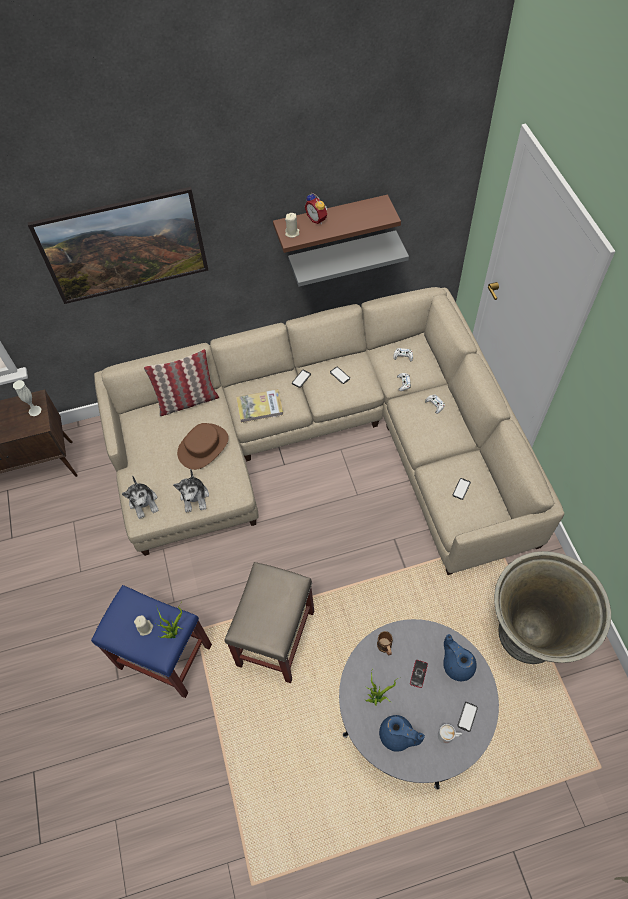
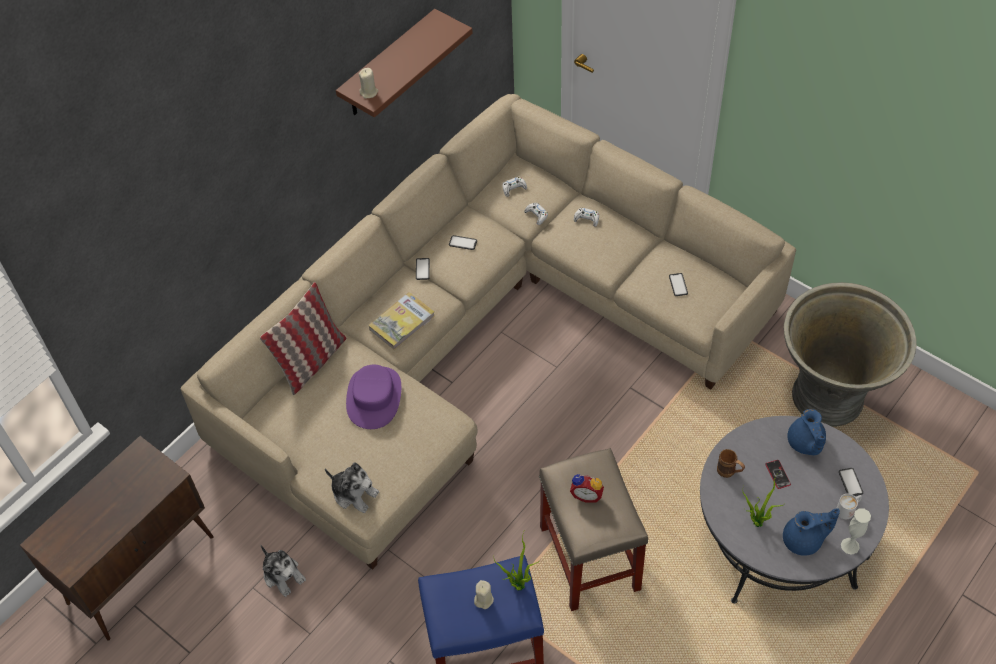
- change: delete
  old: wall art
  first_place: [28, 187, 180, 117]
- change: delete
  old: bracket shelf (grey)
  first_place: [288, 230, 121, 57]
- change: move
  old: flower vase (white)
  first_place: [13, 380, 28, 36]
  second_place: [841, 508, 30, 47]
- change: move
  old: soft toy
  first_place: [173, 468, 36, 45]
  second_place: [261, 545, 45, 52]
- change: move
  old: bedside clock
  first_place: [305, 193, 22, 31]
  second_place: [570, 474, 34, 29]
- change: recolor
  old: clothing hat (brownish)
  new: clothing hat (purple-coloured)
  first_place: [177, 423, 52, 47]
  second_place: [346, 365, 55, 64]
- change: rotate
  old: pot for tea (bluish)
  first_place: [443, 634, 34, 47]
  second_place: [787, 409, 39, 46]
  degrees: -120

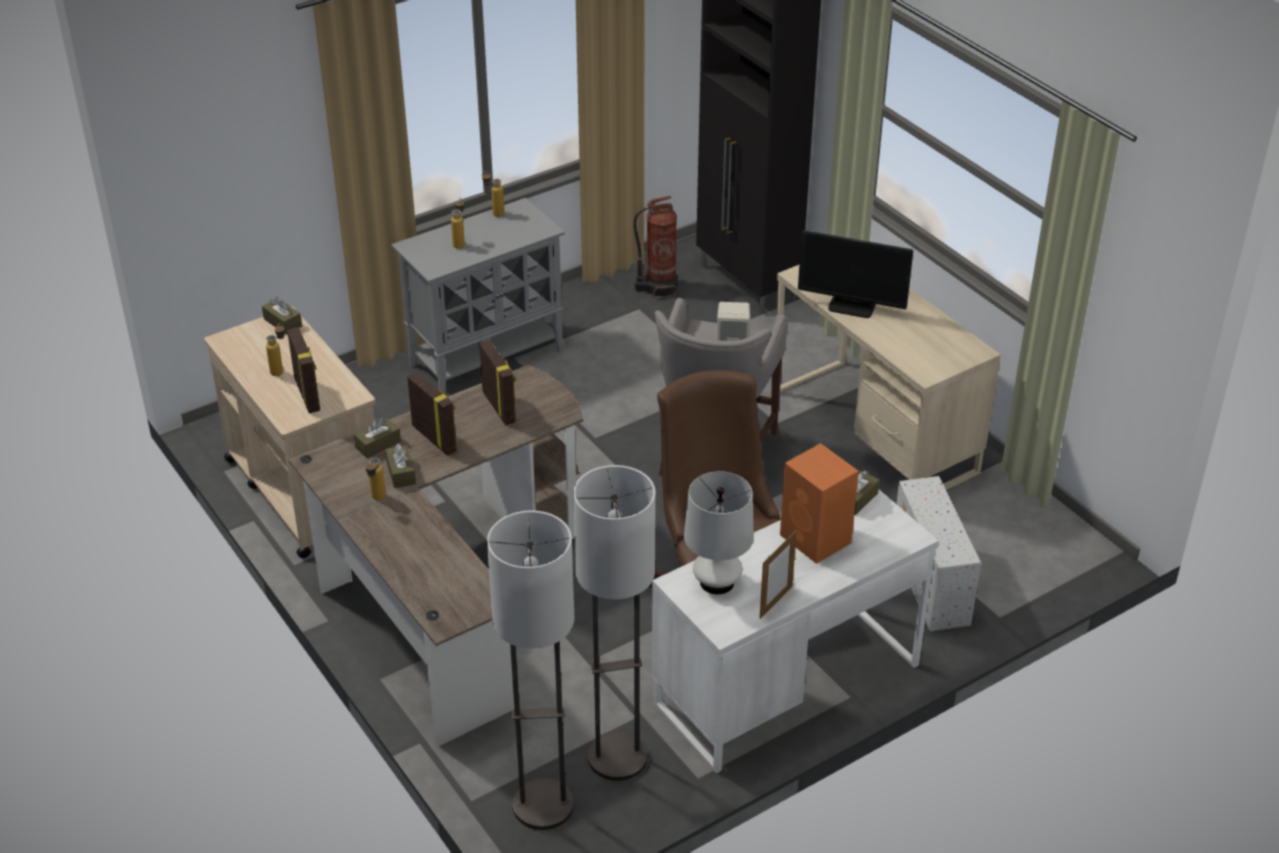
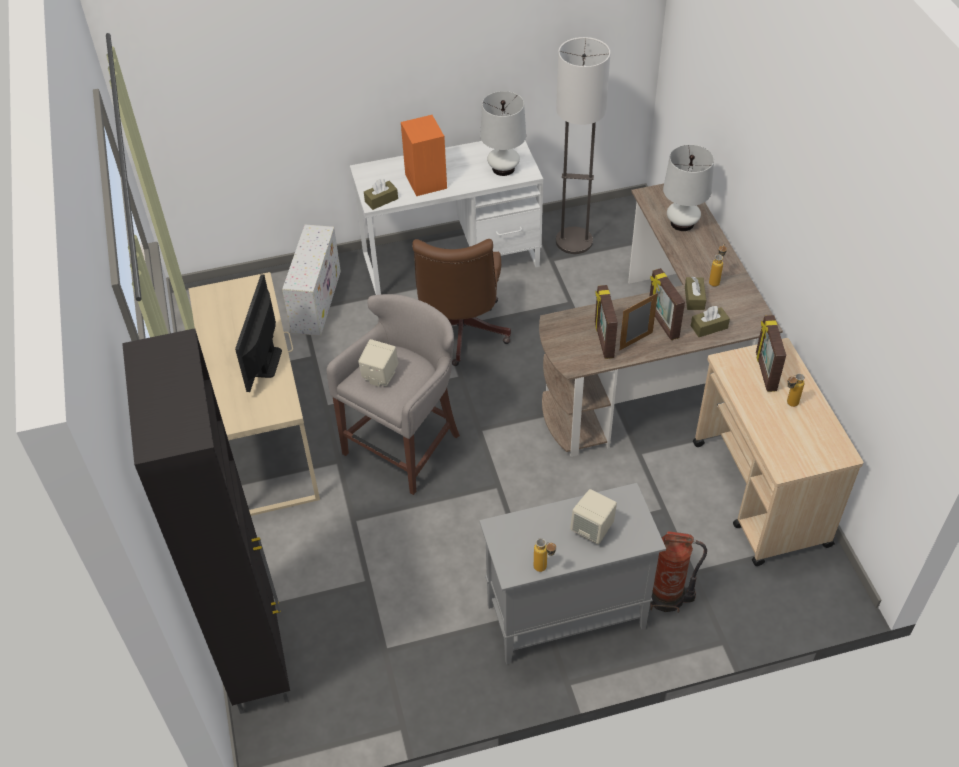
- change: delete
  old: box of tissues (brownish)
  first_place: [262, 297, 40, 38]
- change: delete
  old: standard lamp
  first_place: [487, 510, 87, 320]
- change: insert
  new: tabletop lamp (white)
  second_place: [663, 145, 51, 86]
- change: move
  old: fire extinguisher
  first_place: [633, 196, 46, 101]
  second_place: [650, 531, 57, 82]
- change: move
  old: photo frame
  first_place: [760, 531, 37, 88]
  second_place: [619, 293, 39, 58]
- change: replace
  old: drink bottle
  new: loudspeaker (sand-coloured)
  first_place: [451, 198, 14, 51]
  second_place: [570, 489, 47, 56]
- change: rotate
  old: computer screen
  first_place: [798, 230, 115, 88]
  second_place: [235, 274, 47, 118]
  degrees: -120

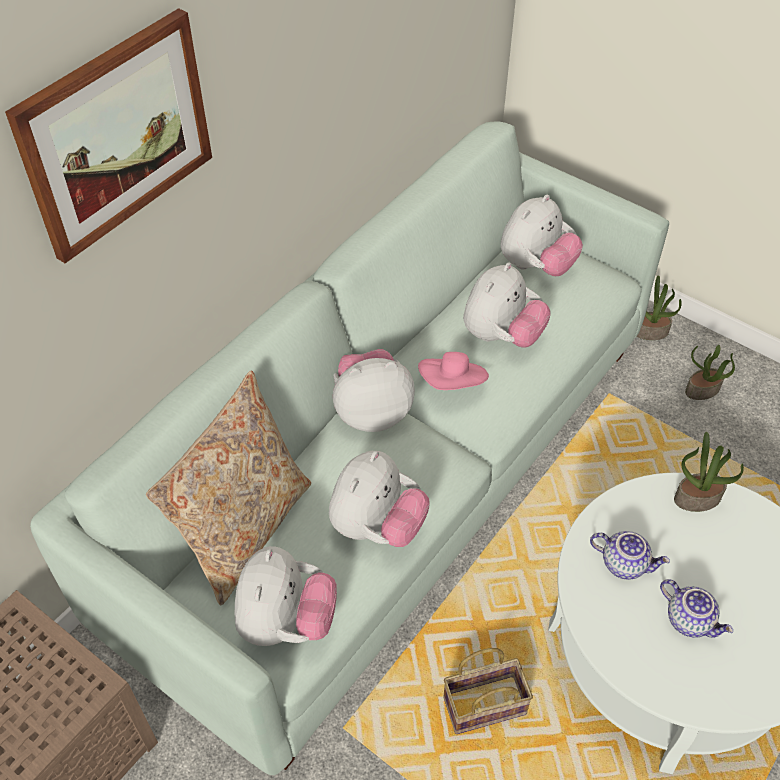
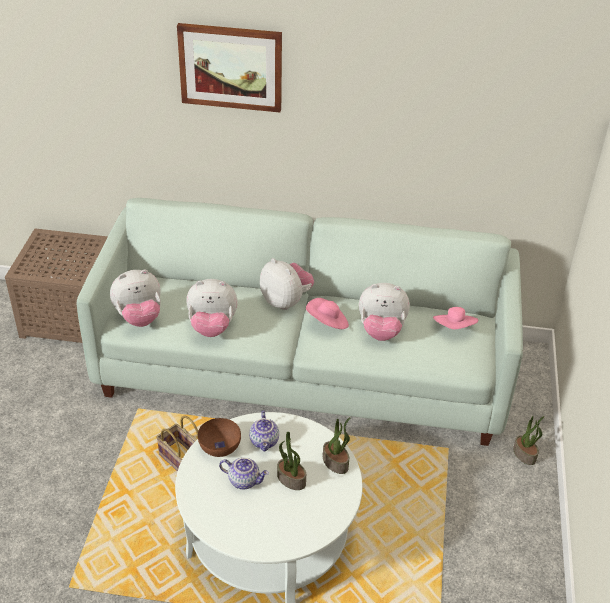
- change: delete
  old: throw pillow (sand-coloured)
  first_place: [146, 370, 165, 235]
- change: insert
  new: bowl (brownish)
  second_place: [198, 418, 43, 39]
- change: move
  old: plant in a pot
  first_place: [685, 345, 50, 55]
  second_place: [277, 432, 29, 58]
- change: replace
  old: soft toy
  new: clothing hat (pink)
  first_place: [501, 195, 82, 81]
  second_place: [433, 307, 45, 22]
- change: rotate
  old: pot for tea
  first_place: [660, 579, 73, 59]
  second_place: [219, 458, 50, 31]
  degrees: -90

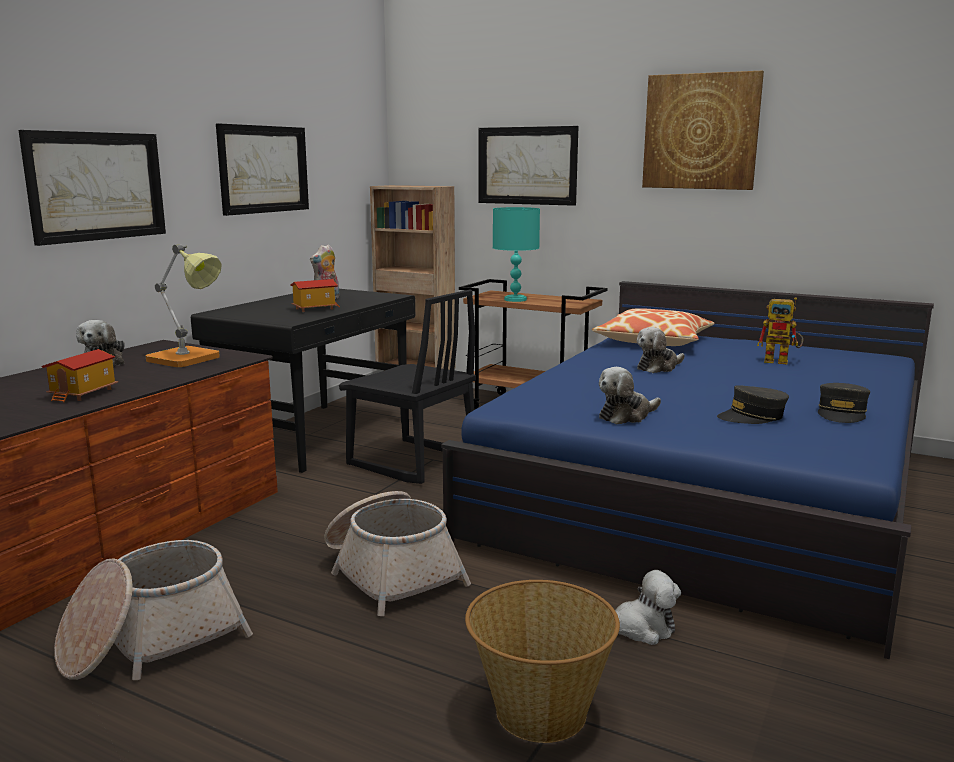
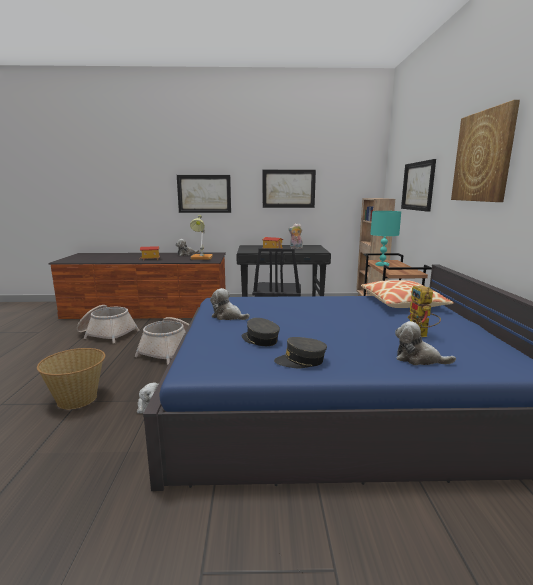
- change: move
  old: soft toy
  first_place: [637, 327, 48, 46]
  second_place: [395, 321, 61, 44]

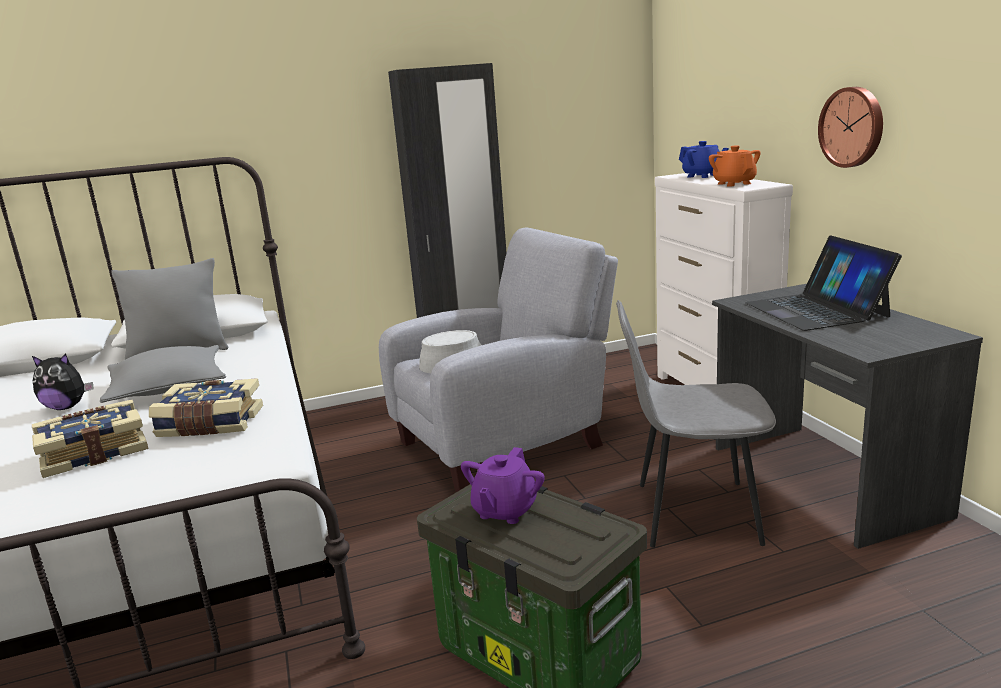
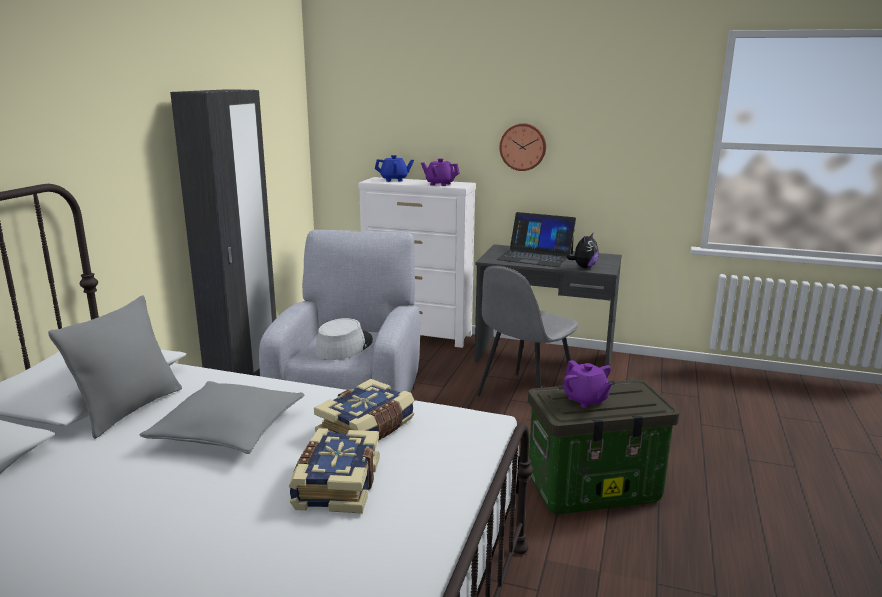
- change: move
  old: soft toy
  first_place: [32, 353, 62, 57]
  second_place: [566, 232, 33, 36]
- change: recolor
  old: pot for tea (orange)
  new: pot for tea (purple-coloured)
  first_place: [709, 146, 51, 40]
  second_place: [421, 158, 39, 28]

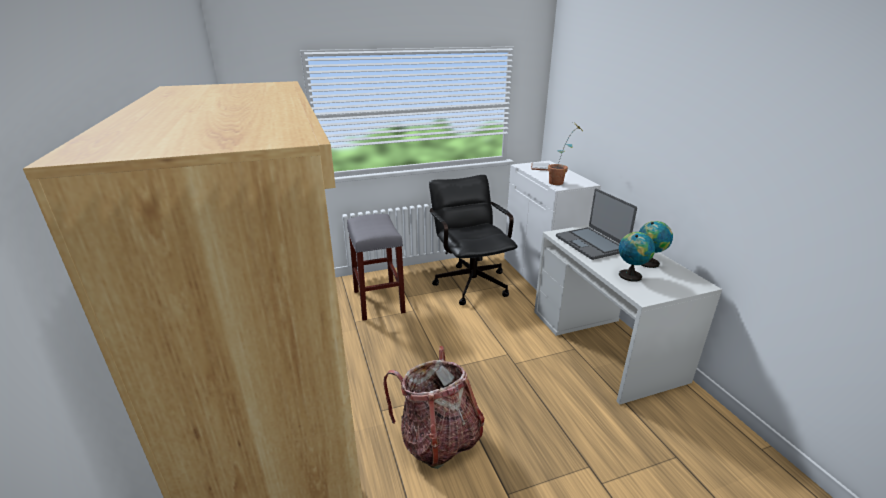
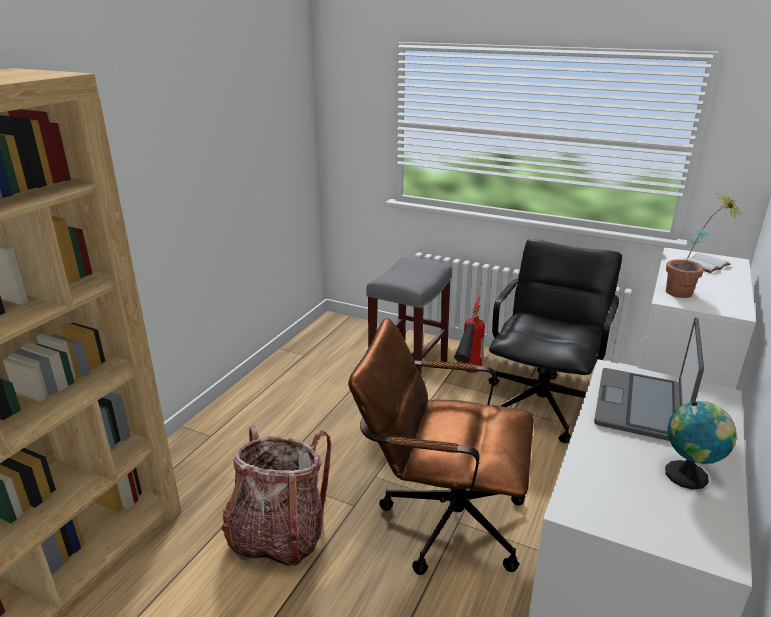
- change: delete
  old: globe
  first_place: [619, 232, 36, 49]
- change: insert
  new: office chair (brownish)
  second_place: [348, 318, 186, 257]
- change: insert
  new: fire extinguisher
  second_place: [454, 296, 31, 77]

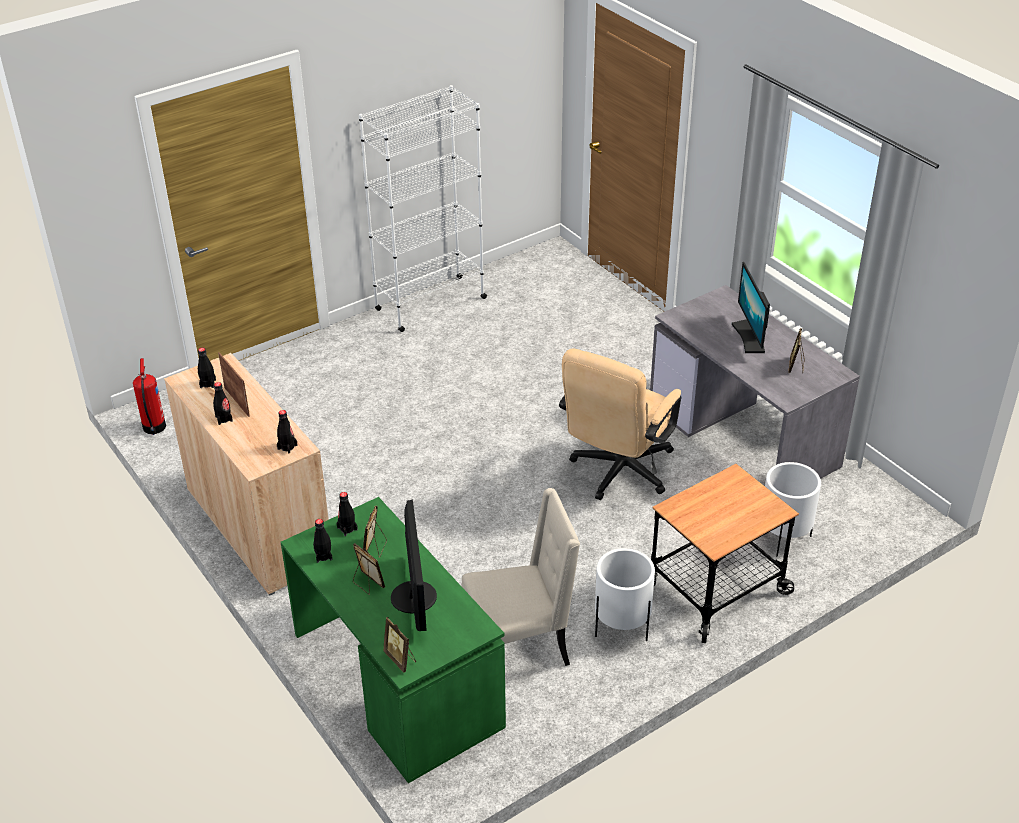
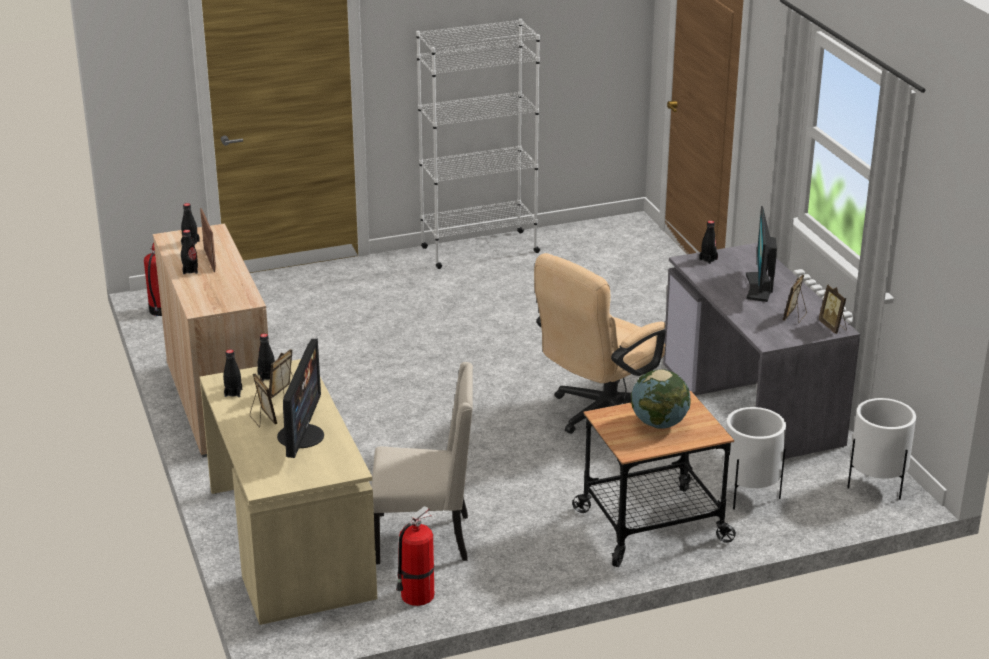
- change: insert
  new: fire extinguisher
  second_place: [396, 506, 38, 100]
- change: insert
  new: globe
  second_place: [631, 369, 60, 60]
- change: move
  old: drink bottle (blackish)
  first_place: [277, 410, 20, 43]
  second_place: [699, 221, 19, 43]
- change: move
  old: photo frame
  first_place: [383, 617, 33, 55]
  second_place: [818, 285, 29, 49]
- change: move
  old: planter (white)
  first_place: [595, 548, 60, 93]
  second_place: [847, 398, 69, 102]
- change: recolor
  old: desk unit (green)
  new: desk unit (sand-coloured)
  first_place: [281, 497, 225, 286]
  second_place: [200, 359, 177, 266]

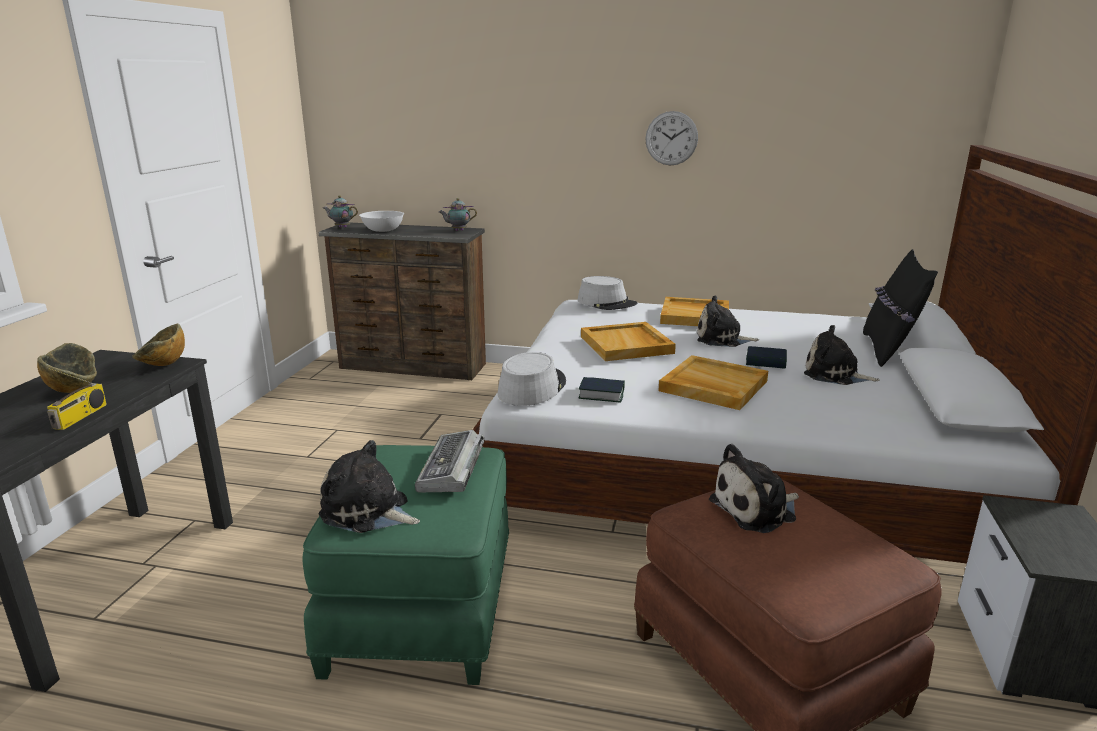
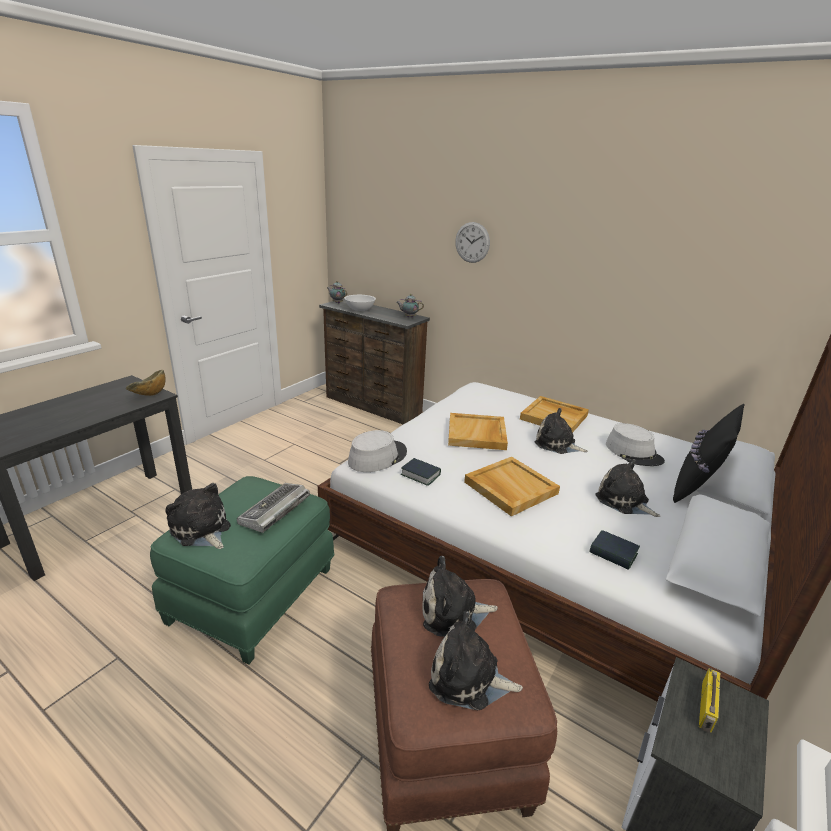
- change: delete
  old: bowl
  first_place: [37, 343, 60, 50]
- change: insert
  new: soft toy
  second_place: [429, 611, 94, 99]
- change: move
  old: radio set
  first_place: [46, 368, 61, 62]
  second_place: [699, 668, 21, 65]
- change: move
  old: clothing hat (grey)
  first_place: [578, 276, 59, 34]
  second_place: [606, 423, 59, 43]
- change: move
  old: hanging clock
  first_place: [645, 111, 53, 54]
  second_place: [455, 222, 35, 41]
- change: move
  old: book
  first_place: [746, 346, 41, 23]
  second_place: [590, 530, 50, 40]

